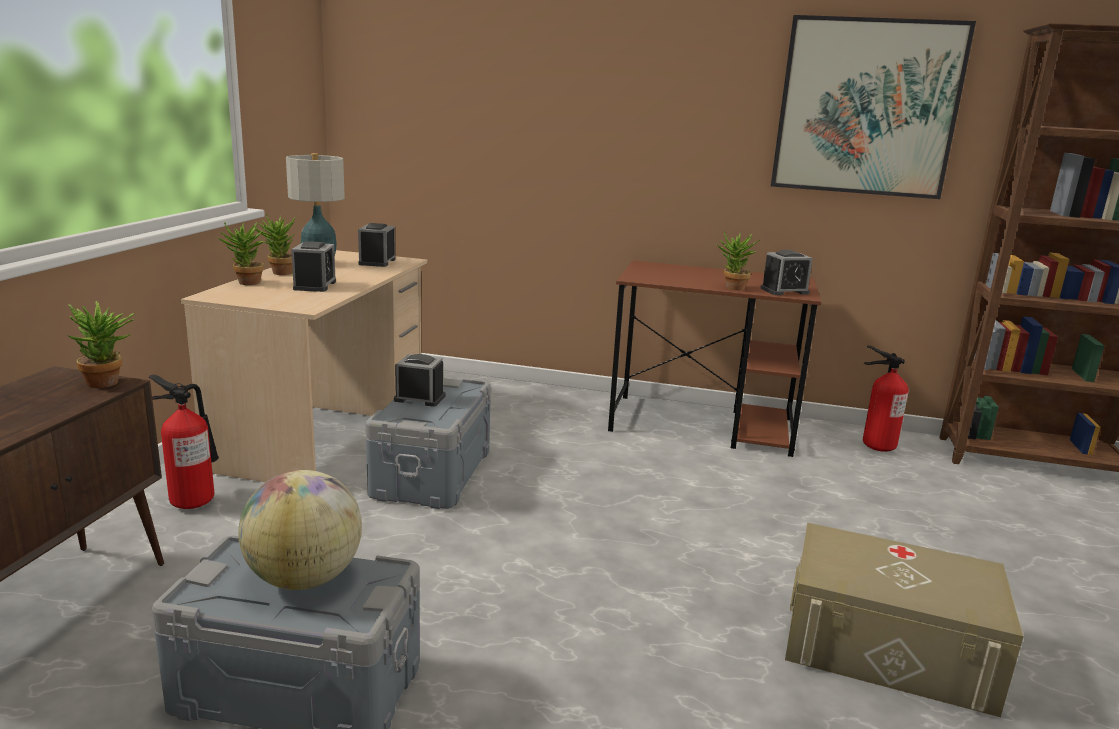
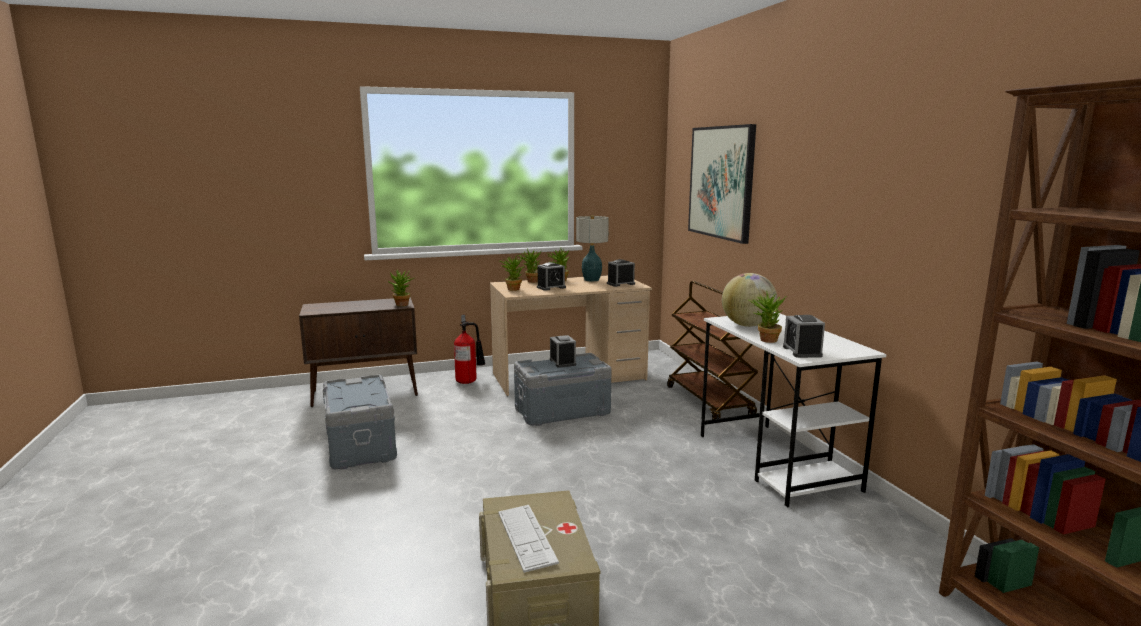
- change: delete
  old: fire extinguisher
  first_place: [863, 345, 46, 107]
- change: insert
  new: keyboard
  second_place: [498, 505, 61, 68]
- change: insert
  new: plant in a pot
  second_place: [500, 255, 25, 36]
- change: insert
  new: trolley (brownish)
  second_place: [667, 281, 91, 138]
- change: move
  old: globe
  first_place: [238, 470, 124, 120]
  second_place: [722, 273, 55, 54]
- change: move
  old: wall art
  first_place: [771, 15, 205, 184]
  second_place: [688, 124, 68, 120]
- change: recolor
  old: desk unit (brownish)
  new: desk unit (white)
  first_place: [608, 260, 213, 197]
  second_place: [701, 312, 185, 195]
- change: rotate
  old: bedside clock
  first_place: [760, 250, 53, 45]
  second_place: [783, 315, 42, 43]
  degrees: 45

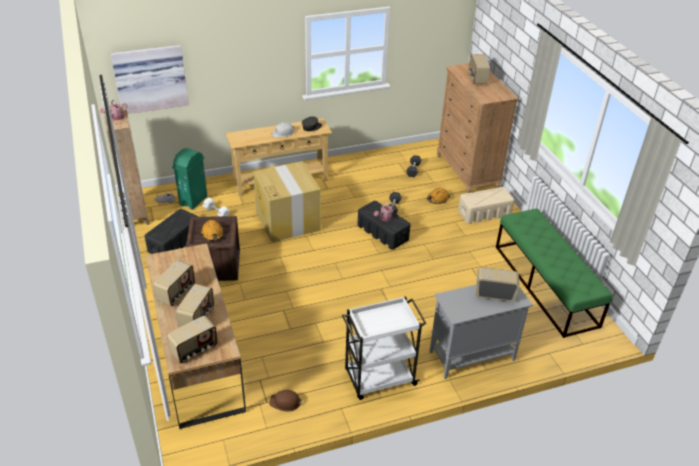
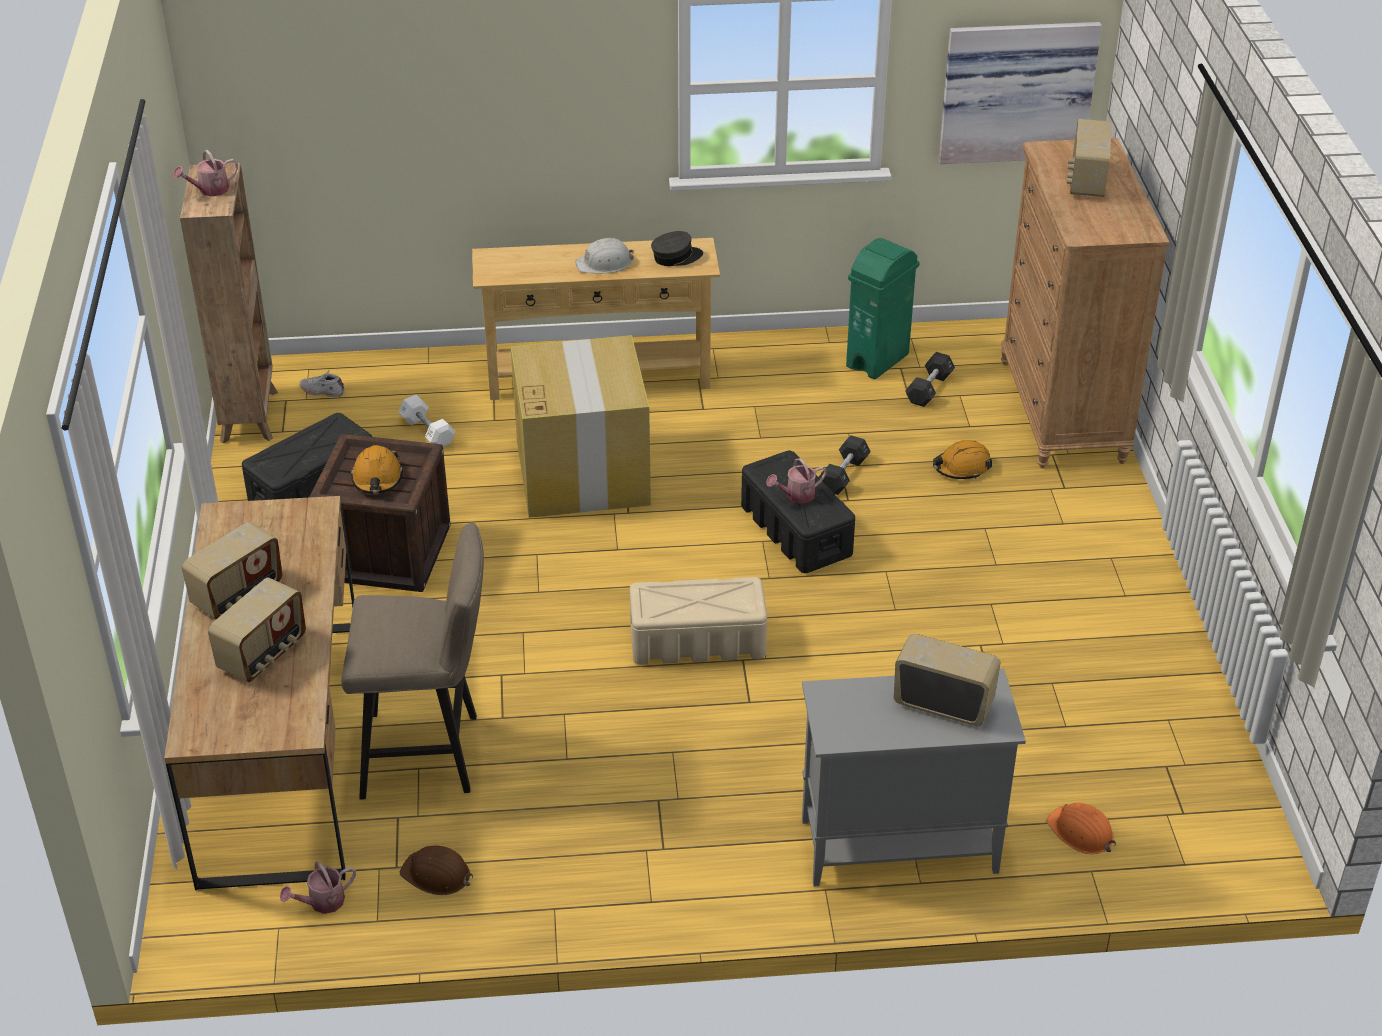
- change: delete
  old: radio set
  first_place: [167, 316, 51, 47]
- change: delete
  old: trolley (white)
  first_place: [342, 296, 85, 104]
- change: delete
  old: long seat (green)
  first_place: [496, 209, 117, 129]
- change: insert
  new: watering can
  second_place: [280, 862, 76, 52]
- change: insert
  new: stool seat (sand-coloured)
  second_place: [341, 523, 143, 277]
- change: insert
  new: safety helmet (orange)
  second_place: [1046, 802, 70, 52]
- change: move
  old: wall art
  first_place: [111, 45, 78, 69]
  second_place: [939, 22, 163, 142]
- change: move
  old: rubbish bin (green)
  first_place: [172, 148, 35, 62]
  second_place: [846, 238, 74, 141]
- change: move
  old: storage box (sand-coloured)
  first_place: [458, 187, 56, 37]
  second_place: [630, 577, 137, 88]

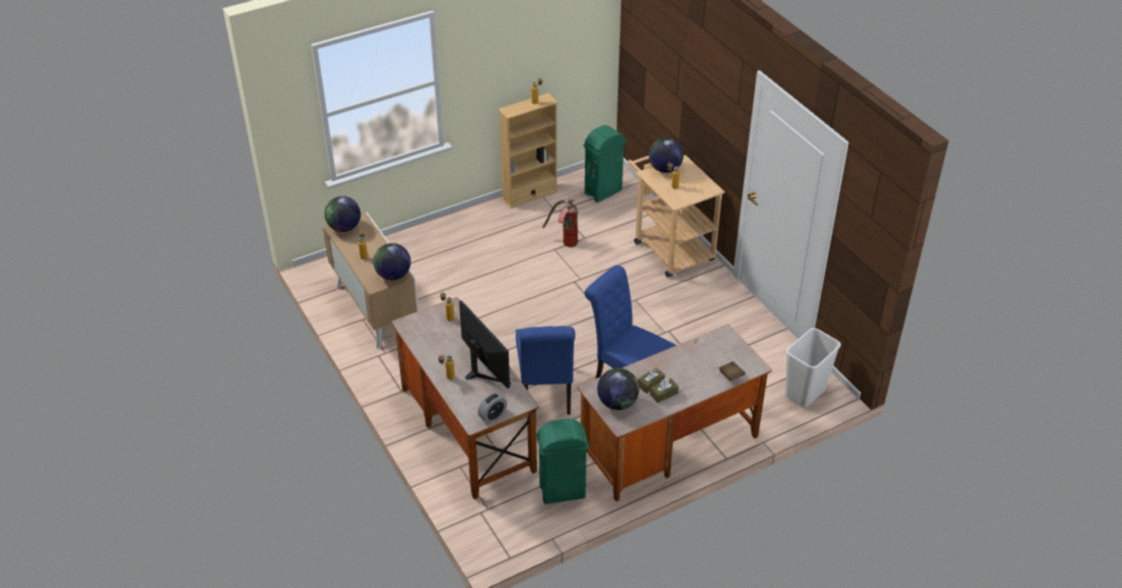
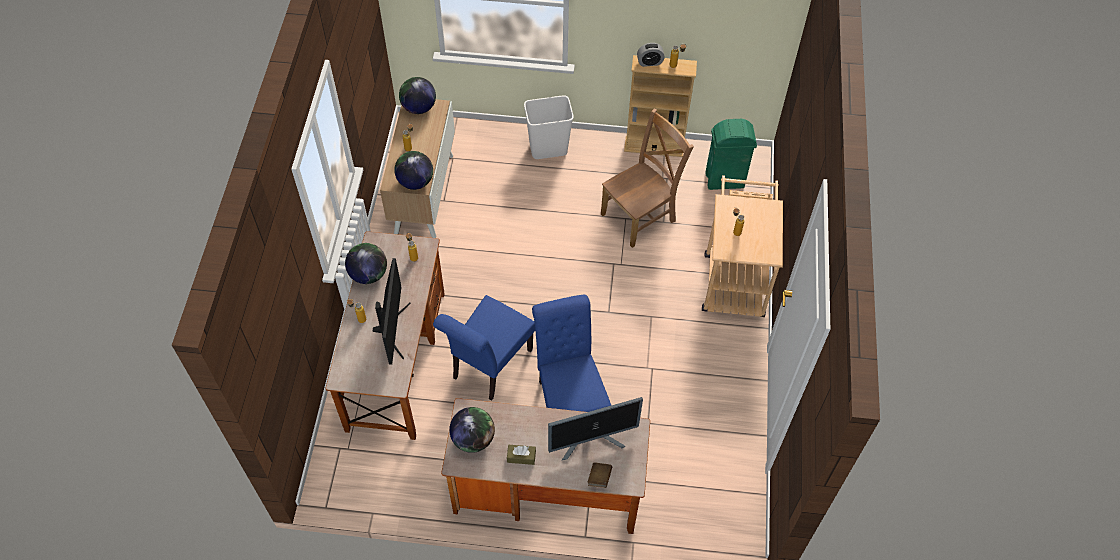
- change: delete
  old: rubbish bin (green)
  first_place: [536, 418, 53, 86]
- change: delete
  old: box of tissues (brownish)
  first_place: [638, 368, 27, 25]
- change: insert
  new: computer screen
  second_place: [548, 397, 95, 63]
- change: move
  old: bedside clock
  first_place: [478, 393, 29, 30]
  second_place: [637, 43, 28, 24]
- change: move
  old: globe
  first_place: [649, 138, 35, 35]
  second_place: [345, 243, 42, 41]
- change: move
  old: rubbish bin (white)
  first_place: [785, 328, 56, 79]
  second_place: [524, 95, 50, 64]
- change: replace
  old: fire extinguisher
  new: chair (brownish)
  first_place: [542, 199, 37, 48]
  second_place: [601, 108, 93, 140]

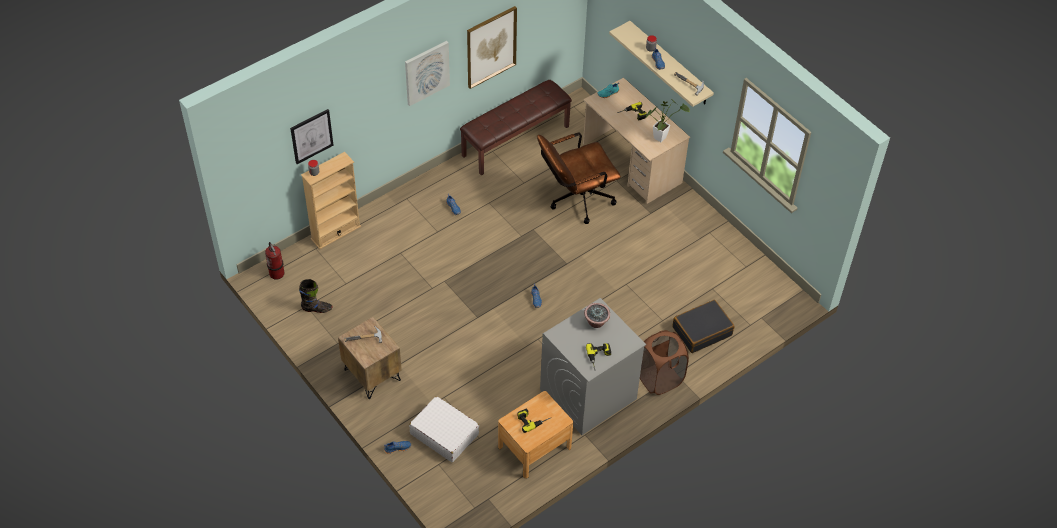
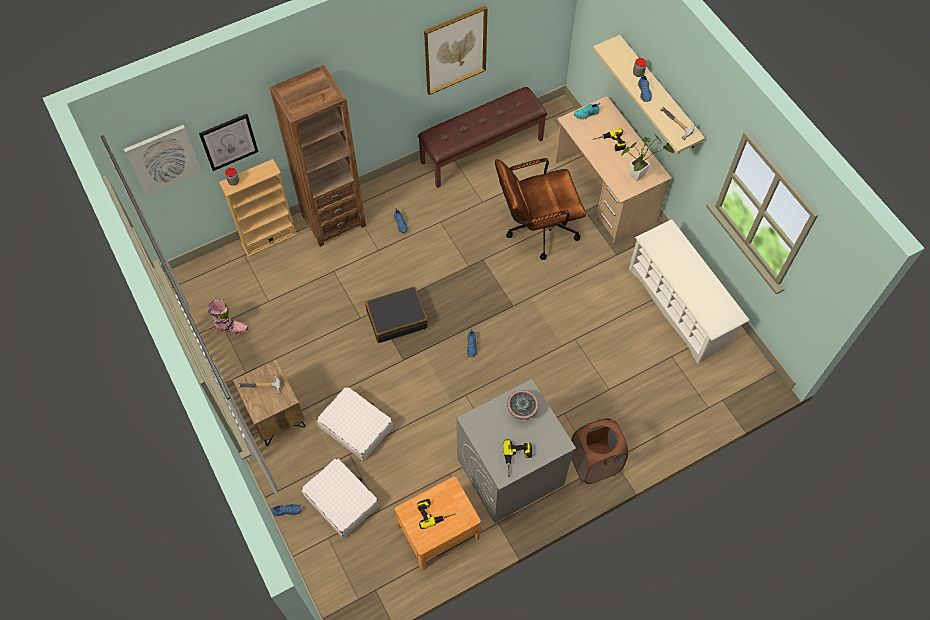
- change: delete
  old: fire extinguisher
  first_place: [265, 242, 19, 38]
- change: insert
  new: shelving unit (brownish)
  second_place: [269, 65, 97, 182]
- change: insert
  new: travel case (white)
  second_place: [316, 386, 77, 75]
- change: insert
  new: shoe stand (white)
  second_place: [629, 219, 120, 145]
- change: move
  old: wall art
  first_place: [405, 41, 45, 65]
  second_place: [124, 125, 78, 70]
- change: move
  old: travel case (blackish)
  first_place: [672, 300, 62, 53]
  second_place: [365, 286, 63, 57]
- change: recolor
  old: tall boot (blackish)
  new: tall boot (pink)
  first_place: [299, 279, 34, 34]
  second_place: [208, 300, 40, 34]

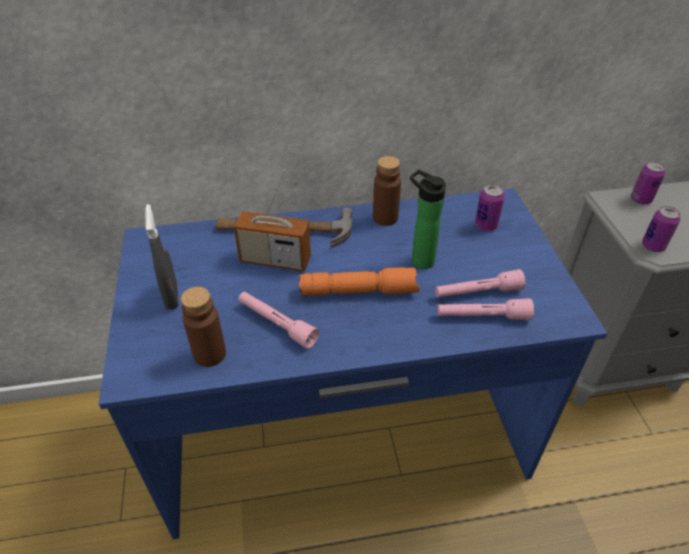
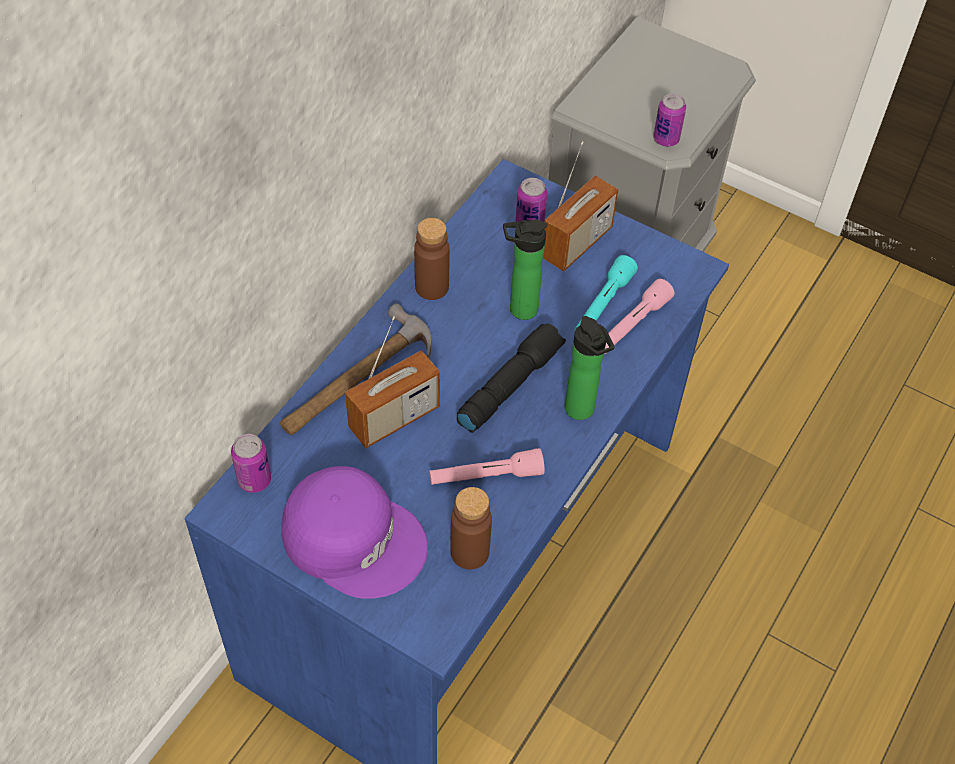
- change: insert
  new: radio set
  second_place: [543, 141, 75, 130]
- change: insert
  new: drink bottle
  second_place: [565, 316, 49, 104]
- change: move
  old: sealed can
  first_place: [631, 161, 34, 44]
  second_place: [231, 434, 40, 59]
- change: replace
  old: hand sprayer (grey)
  new: peaked cap (purple-coloured)
  first_place: [145, 204, 34, 105]
  second_place: [281, 466, 147, 133]
- change: recolor
  old: flashlight (orange)
  new: flashlight (blackish)
  first_place: [299, 267, 121, 29]
  second_place: [457, 323, 109, 110]
- change: recolor
  old: flashlight (pink)
  new: flashlight (turquoise-coloured)
  first_place: [435, 269, 90, 29]
  second_place: [574, 255, 64, 75]

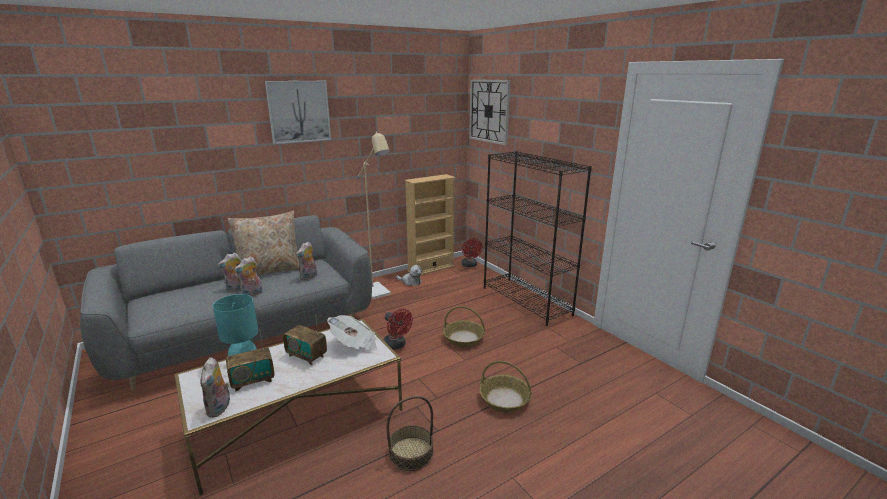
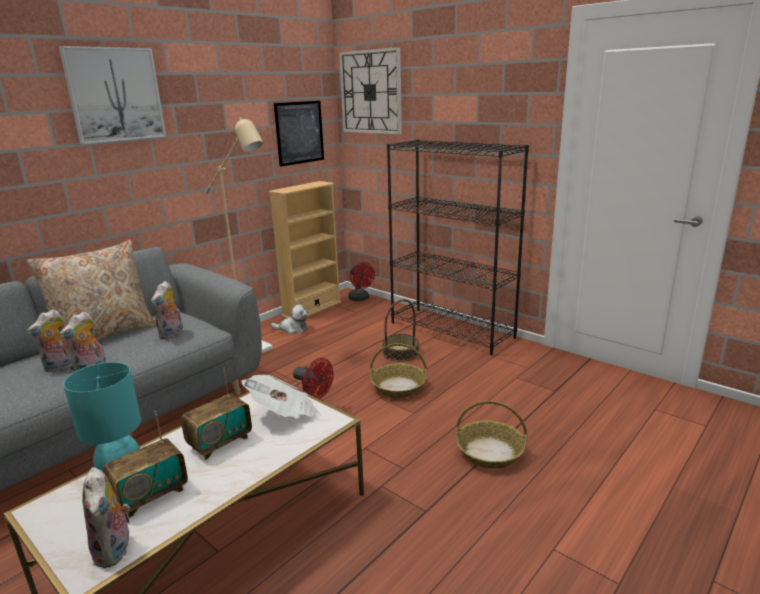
- change: insert
  new: wall art
  second_place: [274, 101, 50, 66]
- change: move
  old: storage basket
  first_place: [387, 396, 46, 75]
  second_place: [382, 299, 37, 63]
- change: rotate
  old: radio set
  first_place: [283, 315, 44, 50]
  second_place: [181, 368, 71, 92]
  degrees: -60

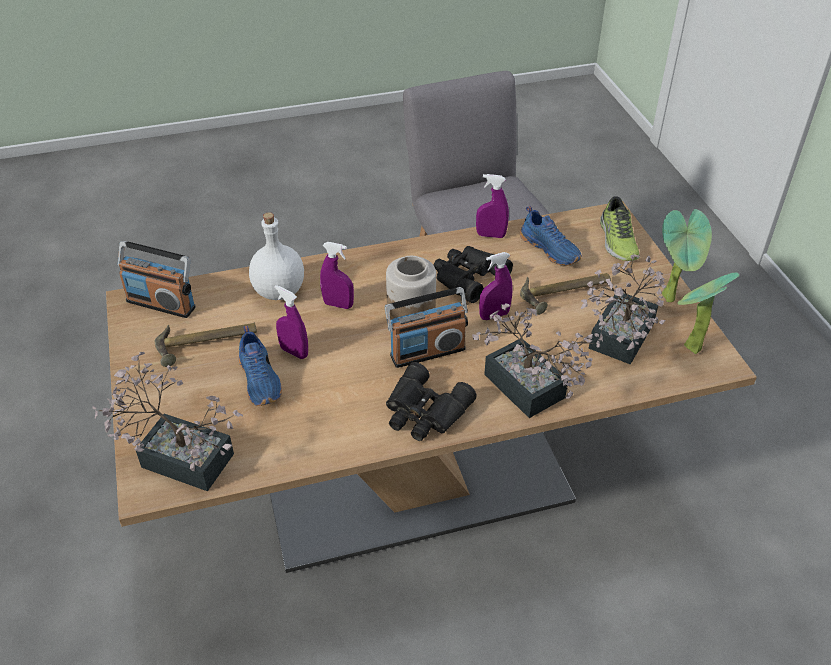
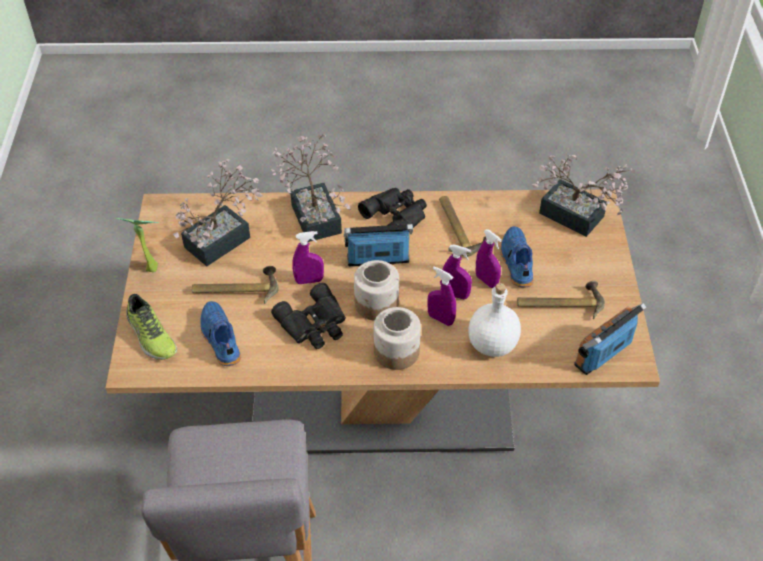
- change: delete
  old: plant in a pot
  first_place: [677, 272, 63, 82]
- change: insert
  new: jar
  second_place: [374, 307, 47, 63]
- change: insert
  new: tool hammer
  second_place: [439, 196, 47, 61]
- change: move
  old: hand sprayer (purple-coloured)
  first_place: [476, 174, 33, 64]
  second_place: [443, 244, 29, 55]
- change: rotate
  old: radio set
  first_place: [118, 241, 78, 77]
  second_place: [574, 303, 72, 72]
  degrees: -75
- change: rotate
  old: shoe
  first_place: [600, 196, 40, 65]
  second_place: [126, 294, 51, 66]
  degrees: 135

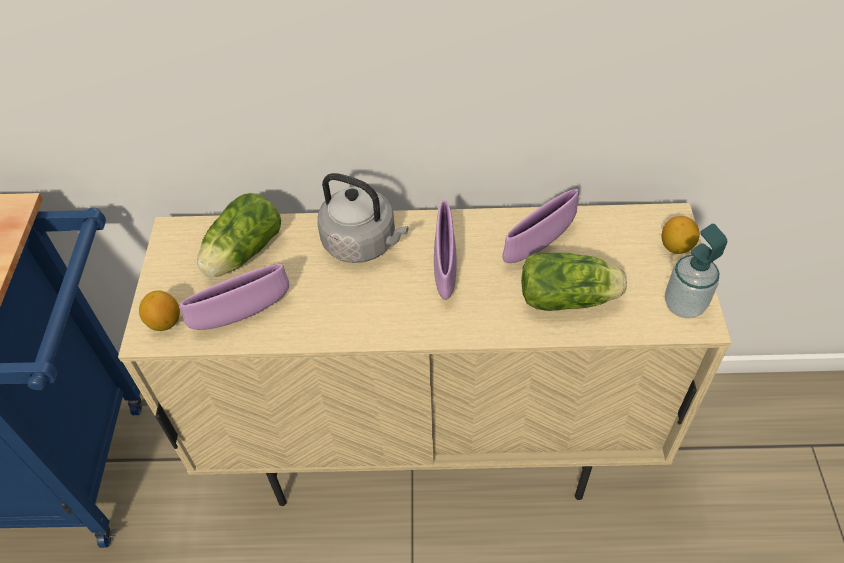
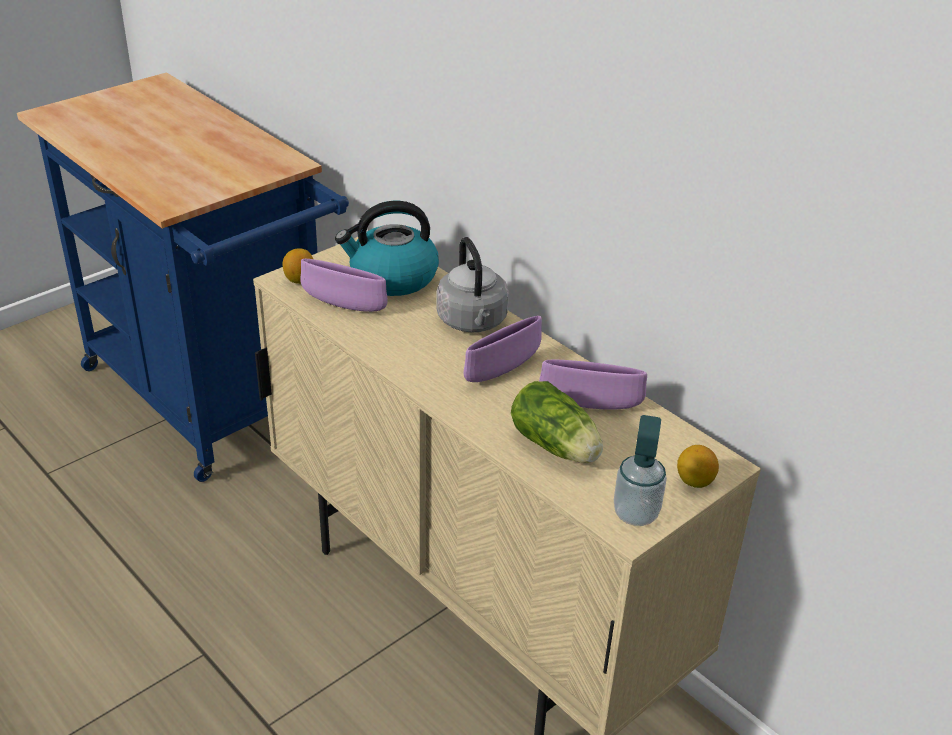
- change: replace
  old: head of lettuce
  new: kettle
  first_place: [197, 193, 84, 84]
  second_place: [335, 201, 104, 95]

